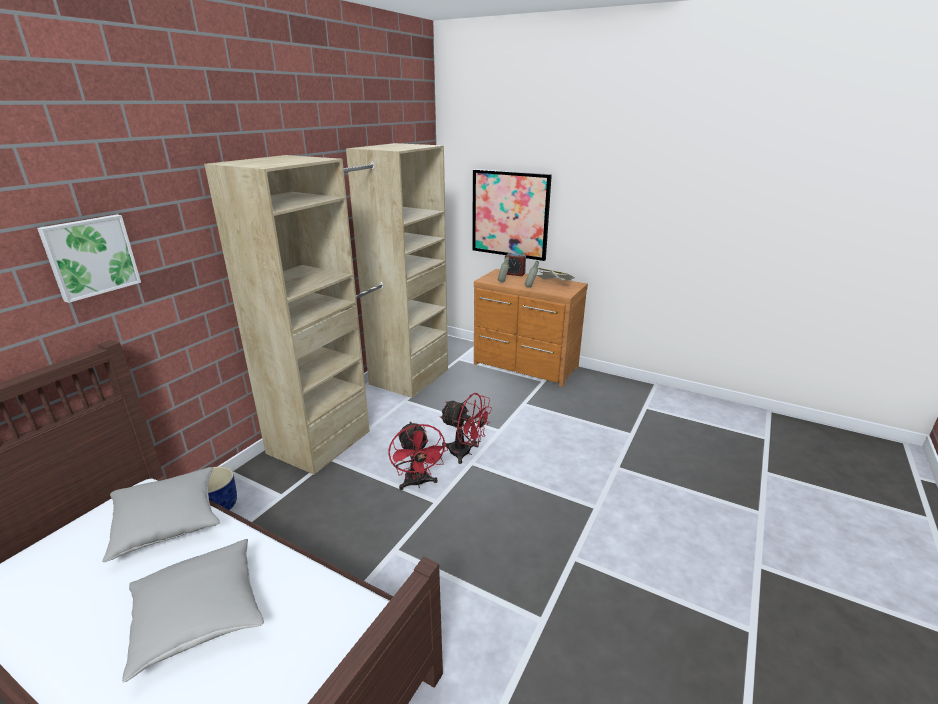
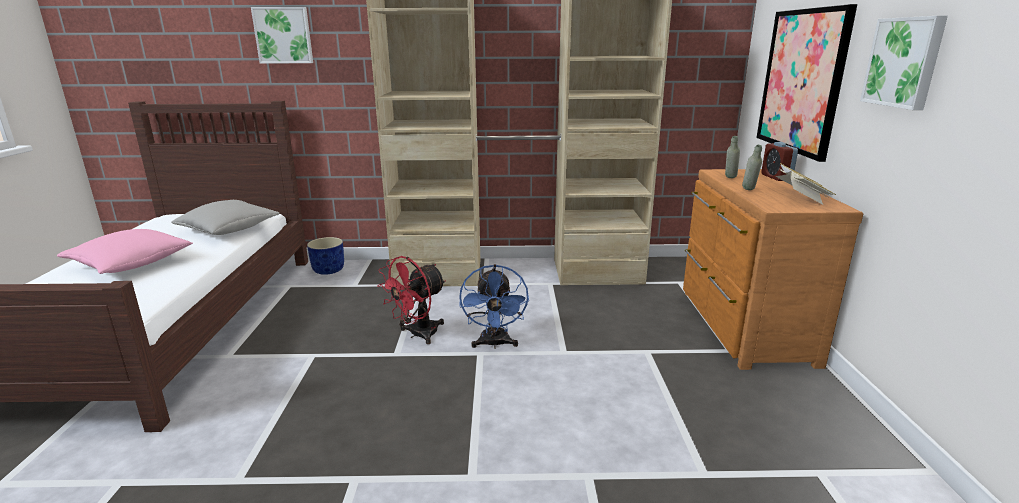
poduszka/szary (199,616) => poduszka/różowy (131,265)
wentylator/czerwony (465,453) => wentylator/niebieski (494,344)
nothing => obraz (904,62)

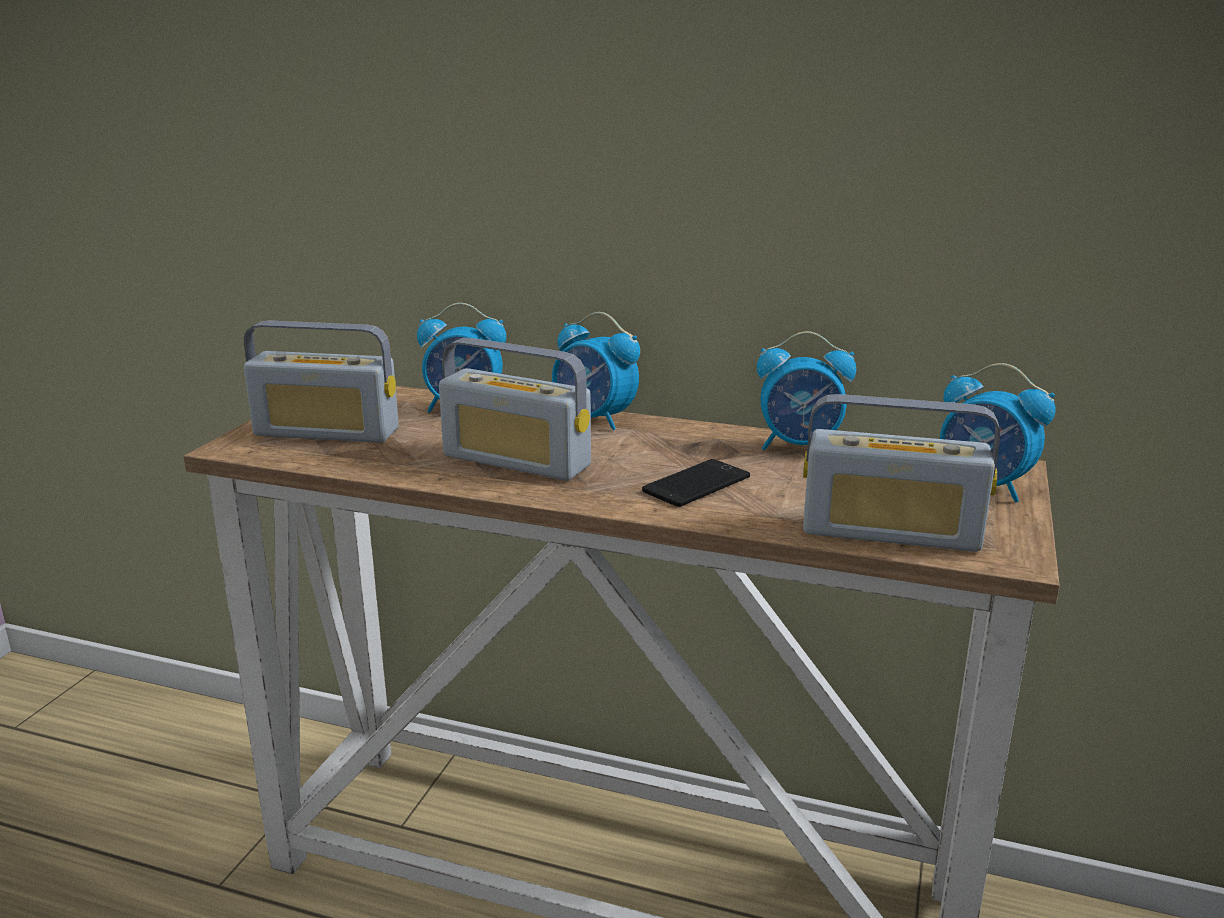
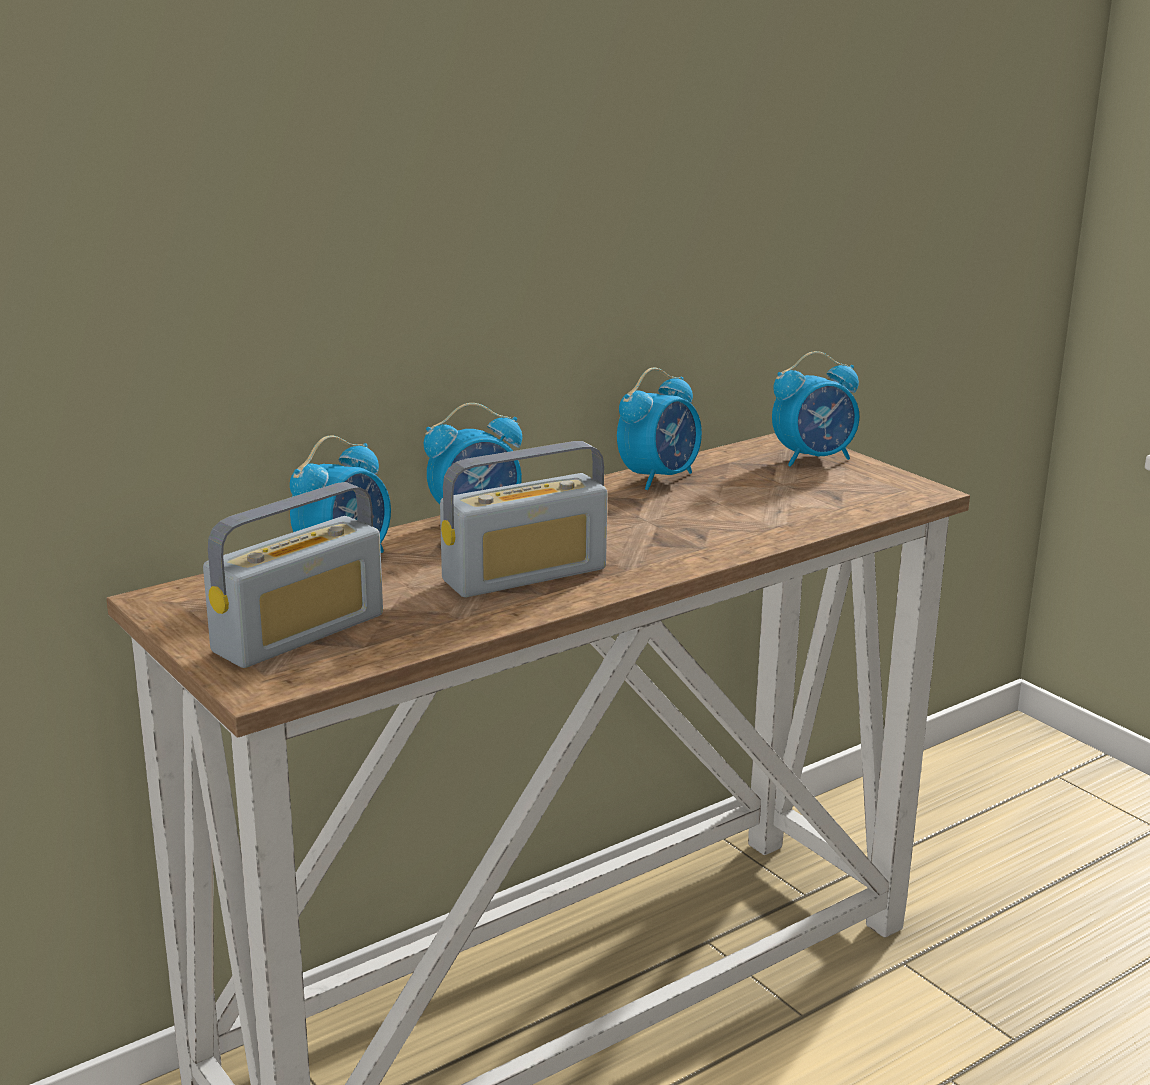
telefon (696,484) => nothing
radio (891,532) => nothing

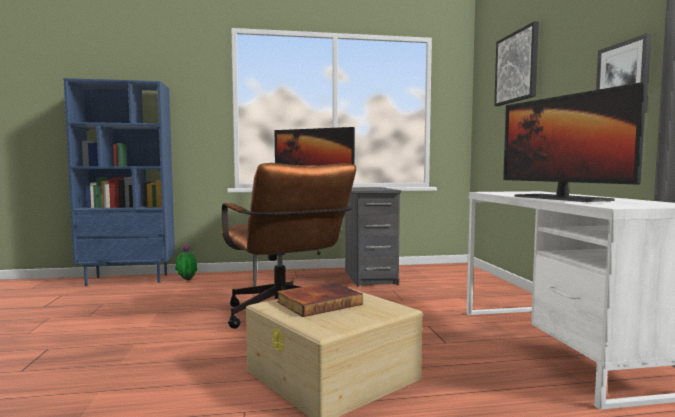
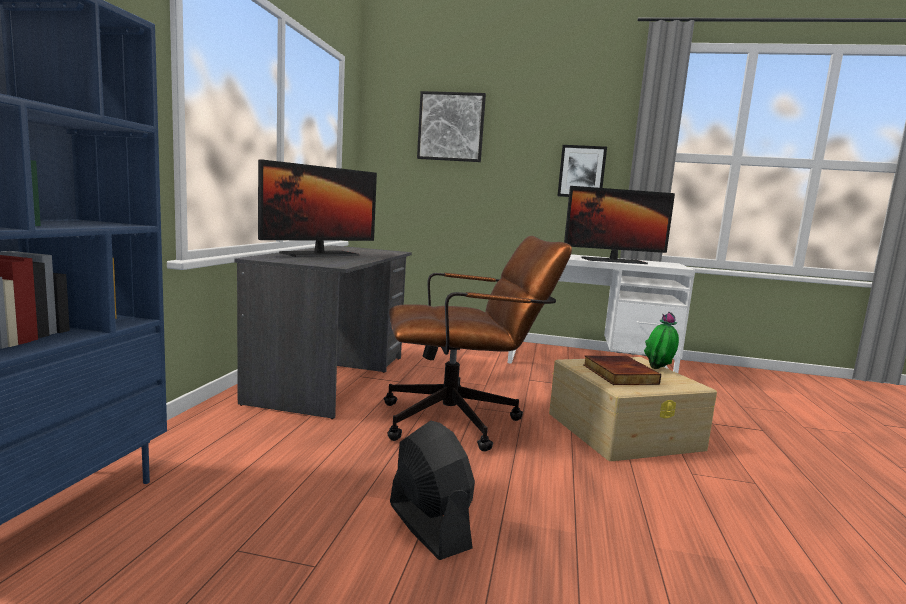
nothing => wentylator/czarny (428,525)
roślina doniczkowa (186,281) => roślina doniczkowa (658,369), relocated

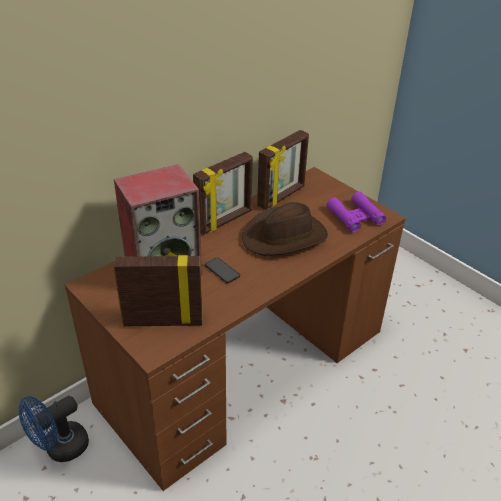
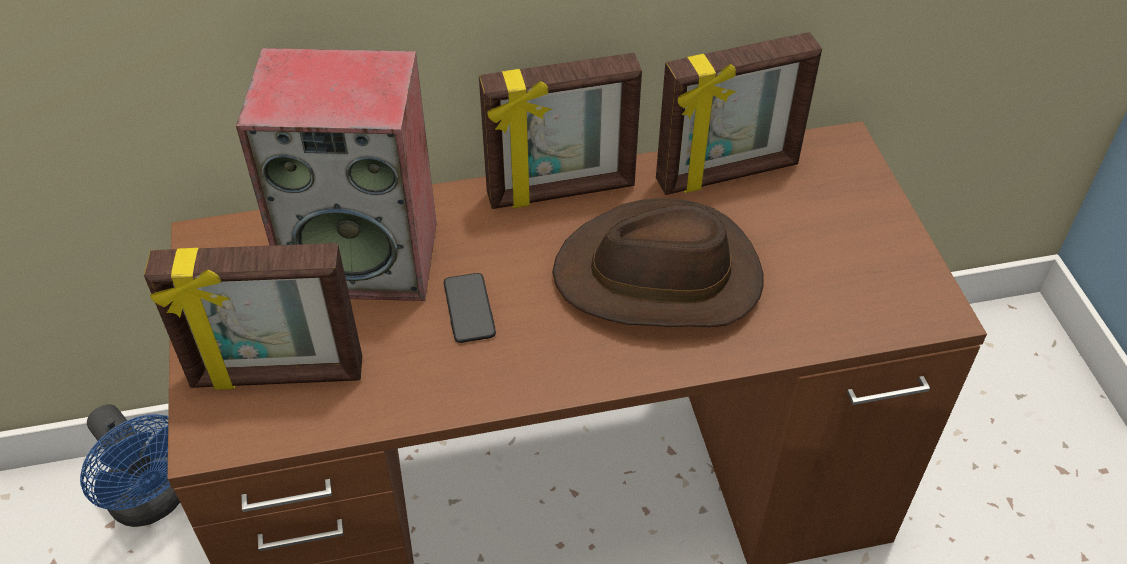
wentylator/niebieski (60,448) => wentylator/niebieski (154,502), 120 degrees counterclockwise
ramka na zdjęcie (163,320) => ramka na zdjęcie (277,376), 150 degrees clockwise
lornetka/fioletowy (355,217) => nothing

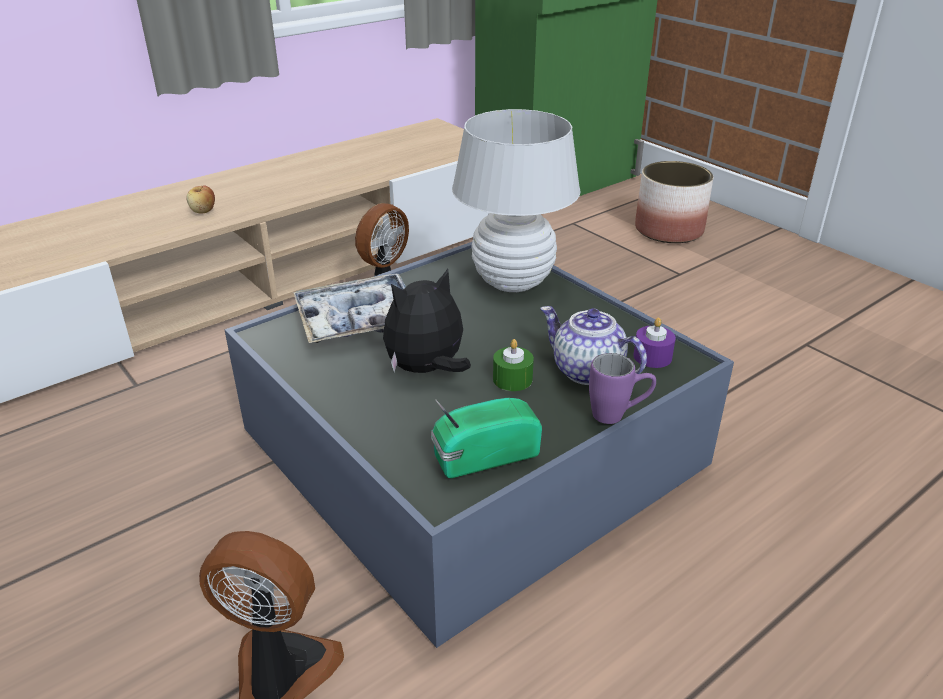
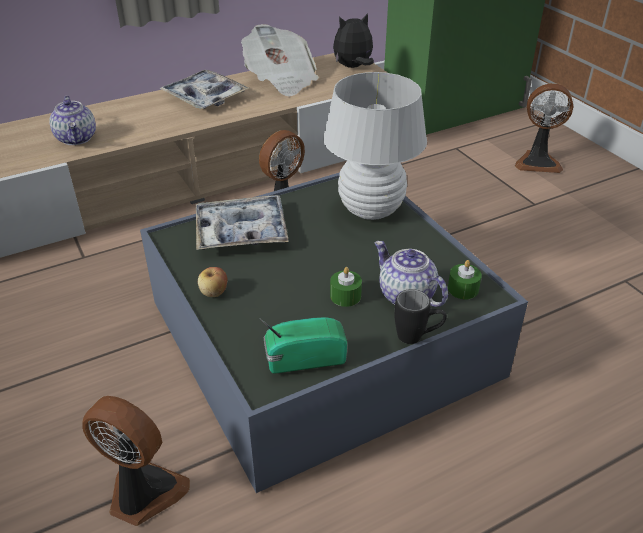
nothing => imbryk (77,138)
nothing => taca (205,97)
jabłko (203,211) => jabłko (214,292), relocated
nothing => gazeta (280,80)
pluszak (427,370) => pluszak (353,67), relocated
kubek/fioletowy (618,415) => kubek/czarny (417,337)
świeca/fioletowy (652,356) => świeca/zielony (463,289)
donica (669,230) => wentylator (537,162)

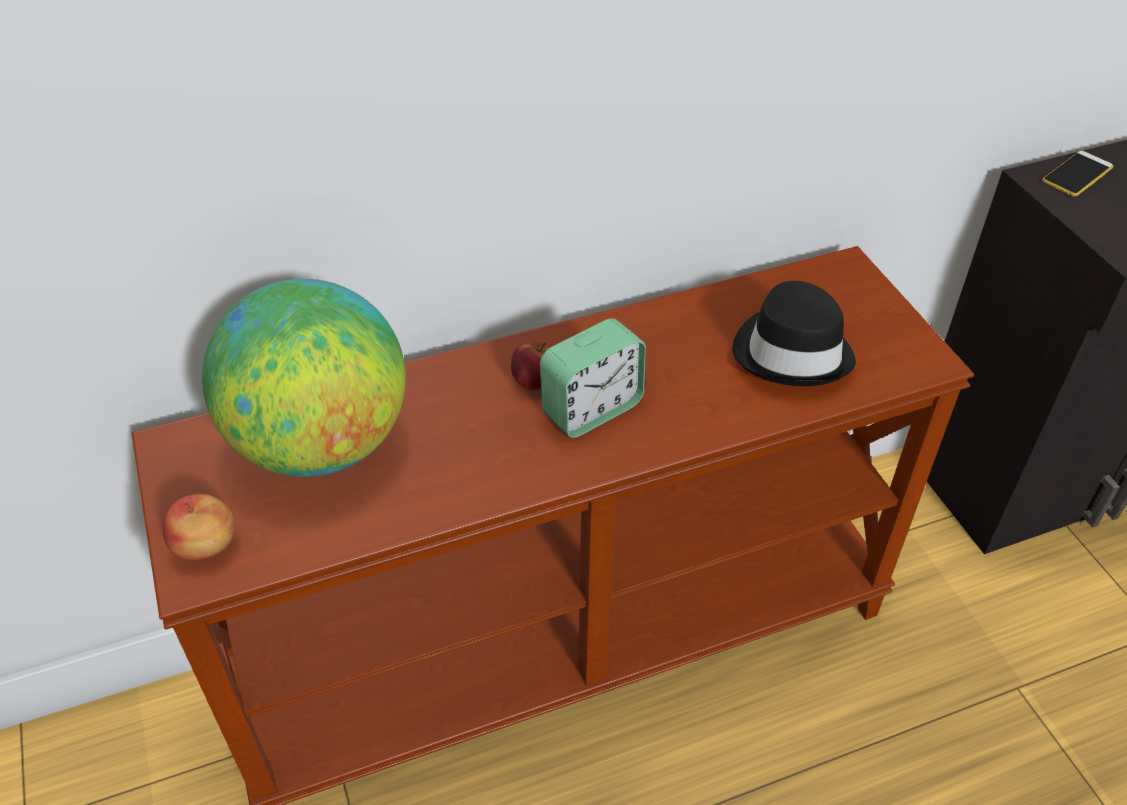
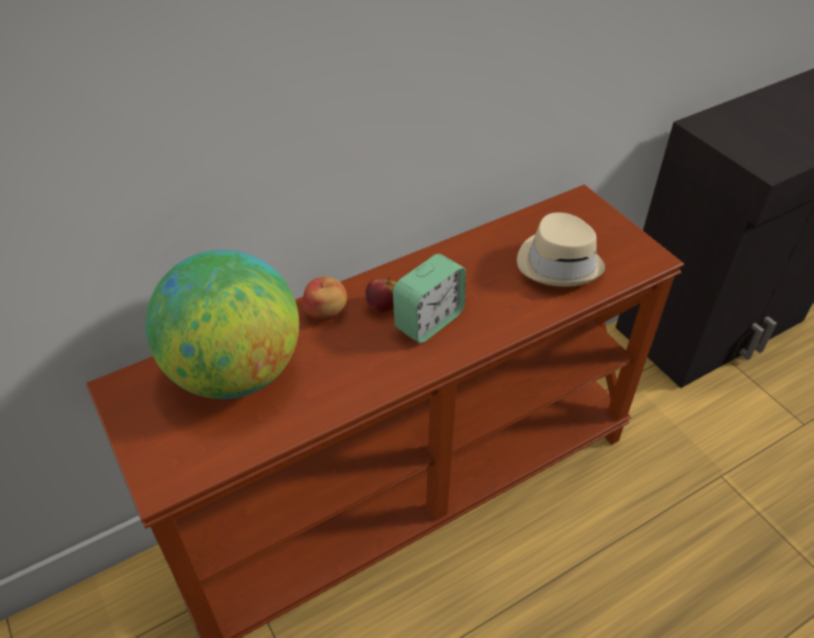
jabłko (207,547) => jabłko (326,313), relocated
kapelusz/czarny (793,352) => kapelusz/beżowy (559,263)
telefon (1077,174) => nothing

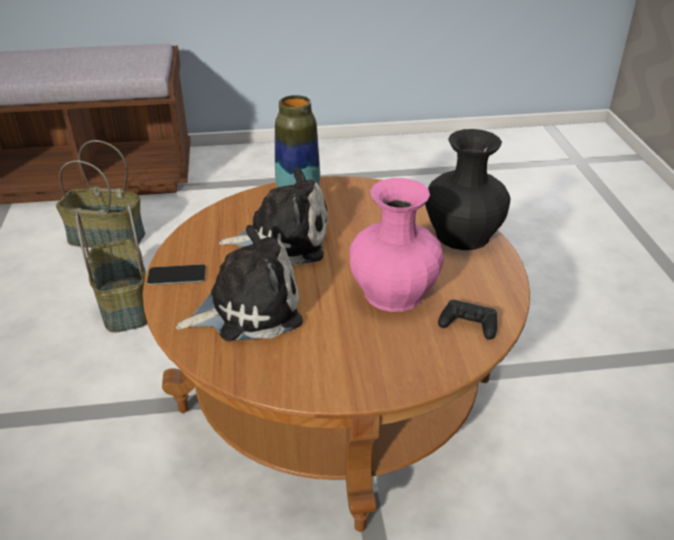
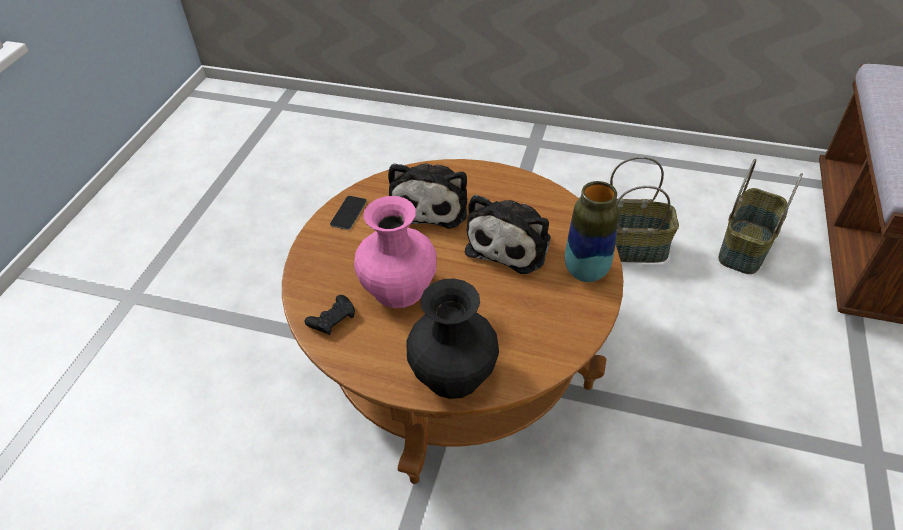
telefon (177,275) => telefon (348,213), relocated

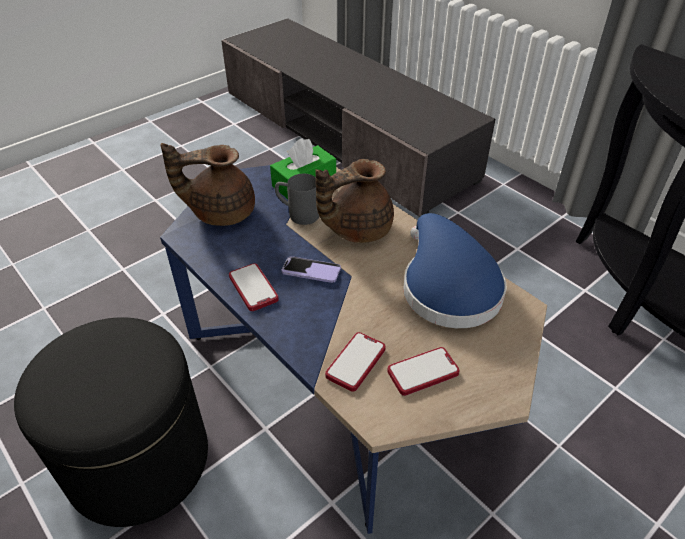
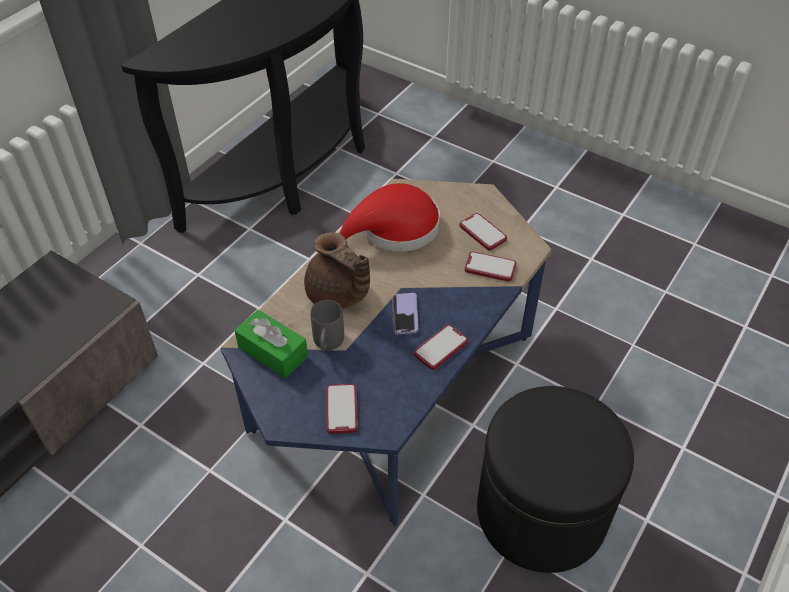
imbryk/brązowy (221,211) => telefon (341,409)
kapelusz/niebieski (447,287) => kapelusz/czerwony (393,229)

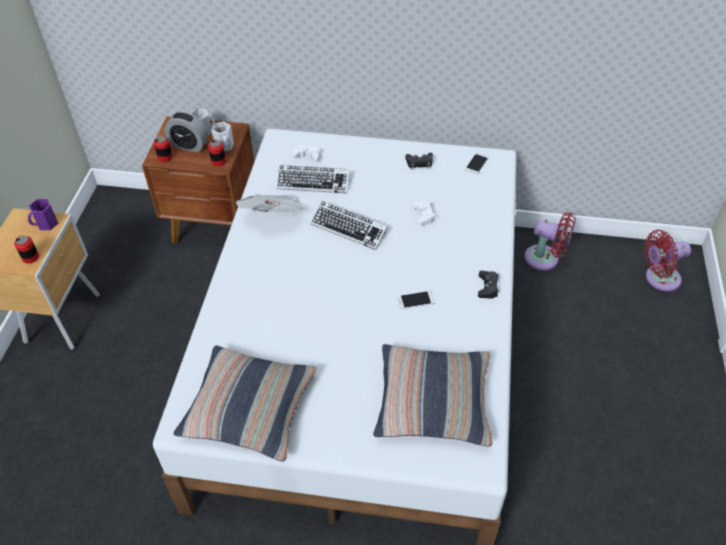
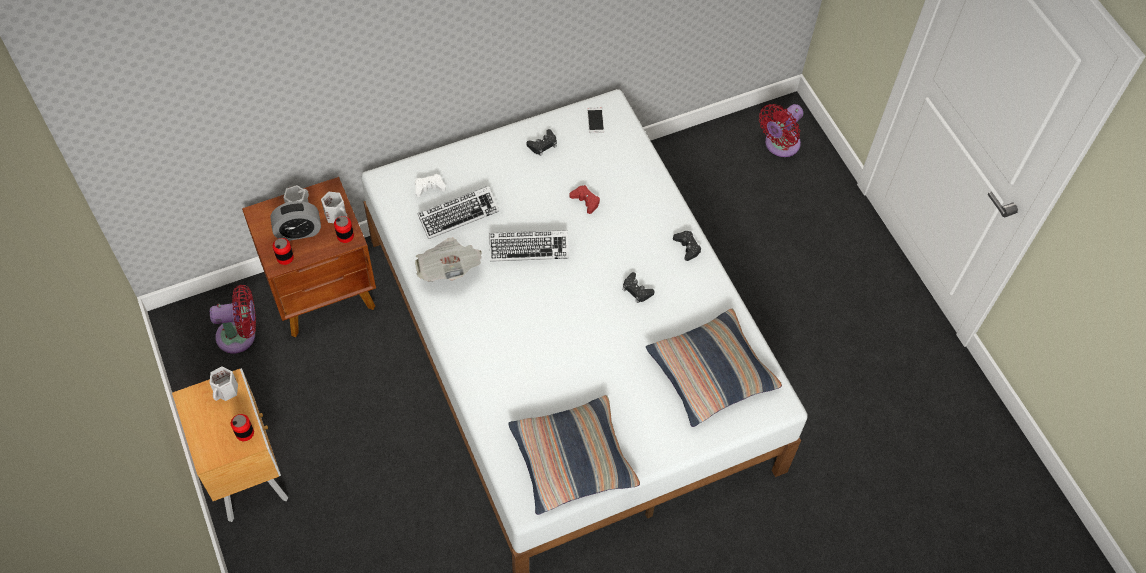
kubek/fioletowy (46,224) => kubek/biały (226,391)
wentylator/czerwony (545,259) => wentylator/czerwony (240,335), relocated
pad do gier/biały (423,215) => pad do gier/czerwony (585,201)
telefon (415,300) => pad do gier/czarny (636,290)

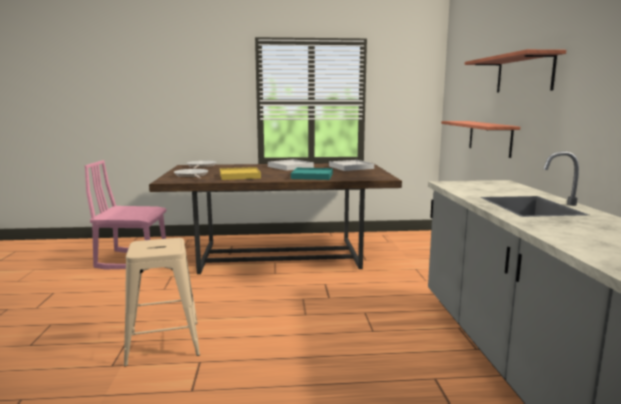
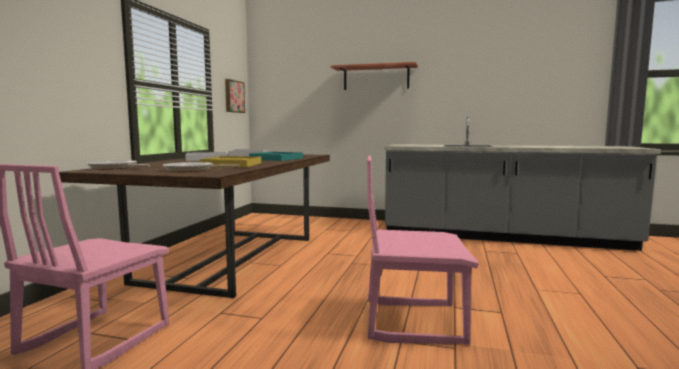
nothing => obraz (233,96)
stołek/beżowy (163,343) => krzesło/różowy (413,321)
półka (489,138) => nothing

